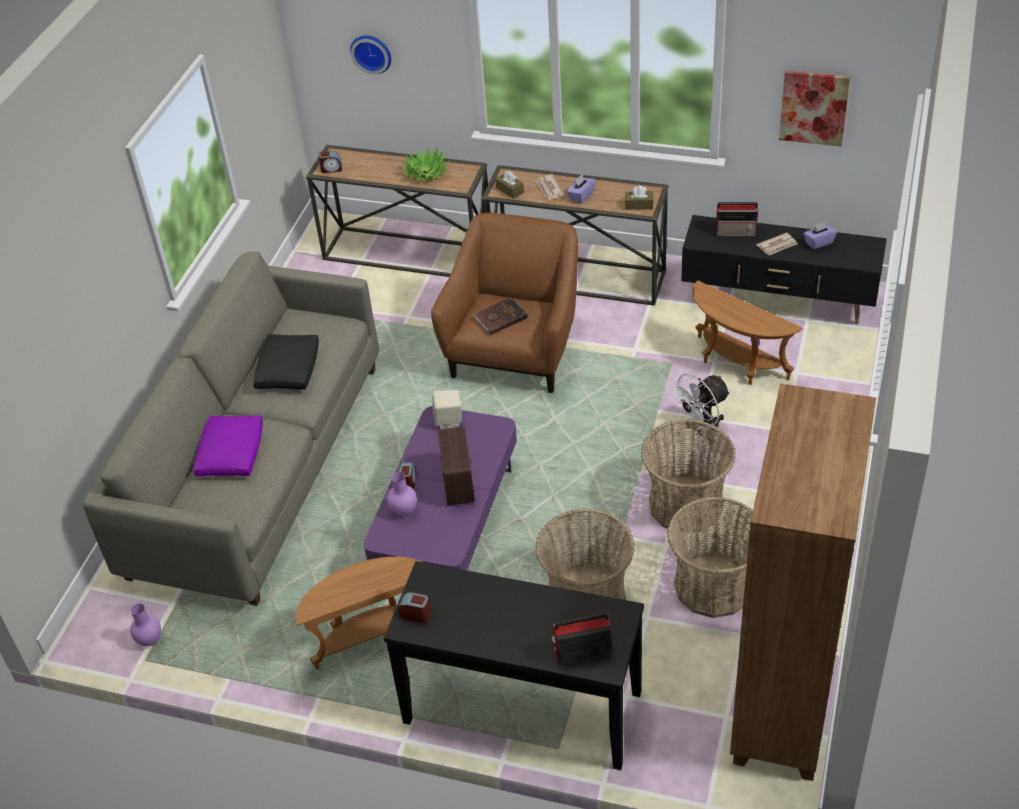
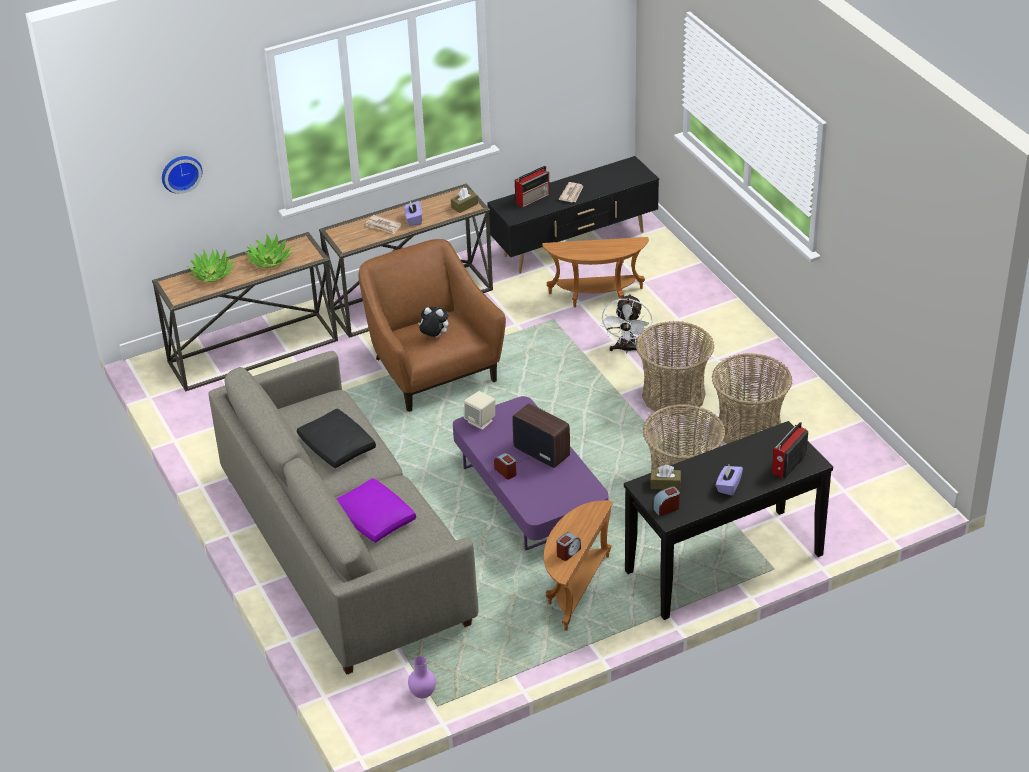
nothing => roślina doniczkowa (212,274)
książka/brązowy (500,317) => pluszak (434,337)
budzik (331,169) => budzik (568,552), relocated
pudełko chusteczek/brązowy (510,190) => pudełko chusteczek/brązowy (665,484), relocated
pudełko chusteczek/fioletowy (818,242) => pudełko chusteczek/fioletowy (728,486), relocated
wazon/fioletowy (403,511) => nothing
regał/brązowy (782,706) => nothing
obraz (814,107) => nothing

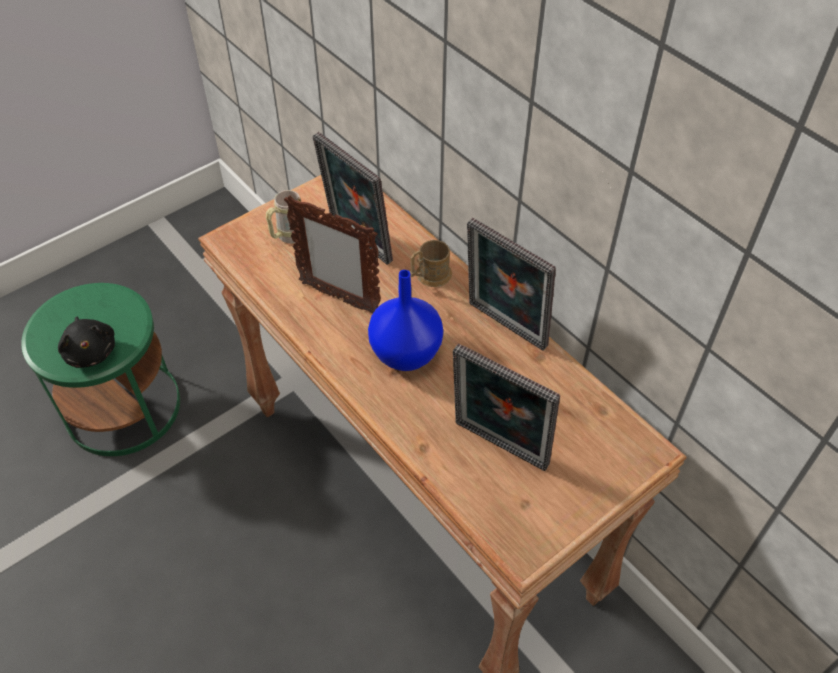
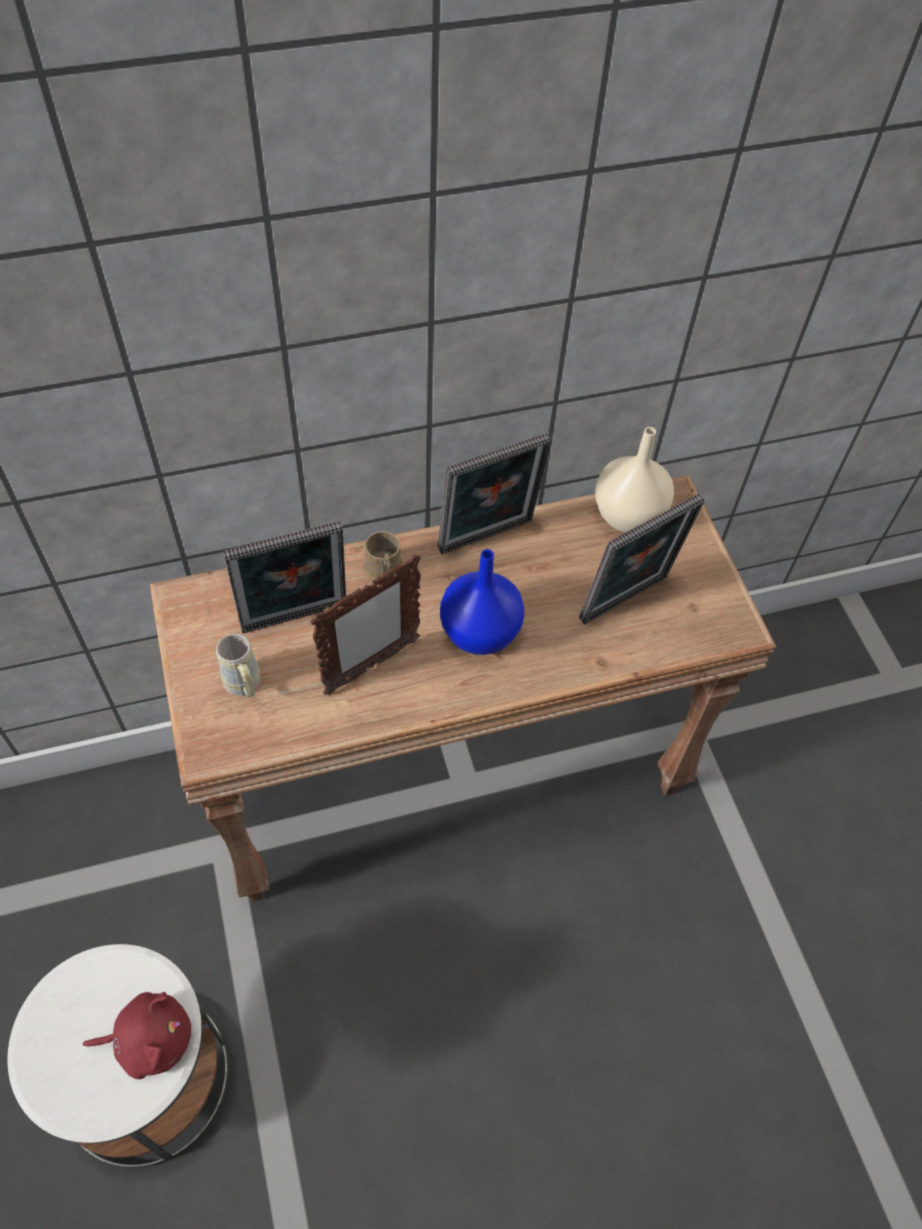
stolik/zielony (123,406) => stolik/biały (145,1078)
pluszak/czarny (91,351) => pluszak/czerwony (150,1039)
nothing => wazon/beżowy (626,516)

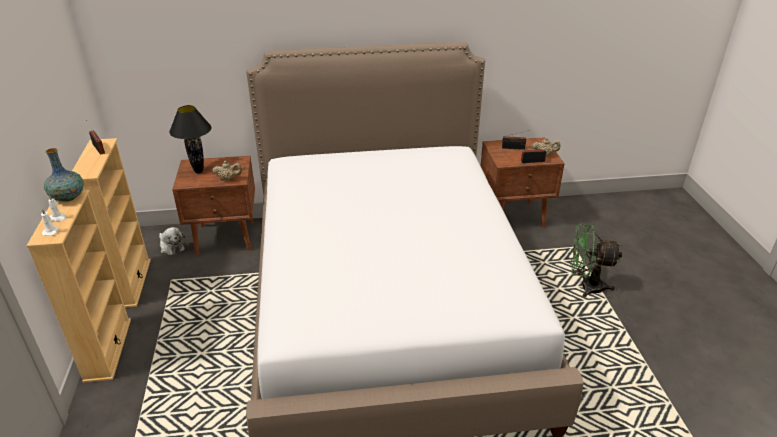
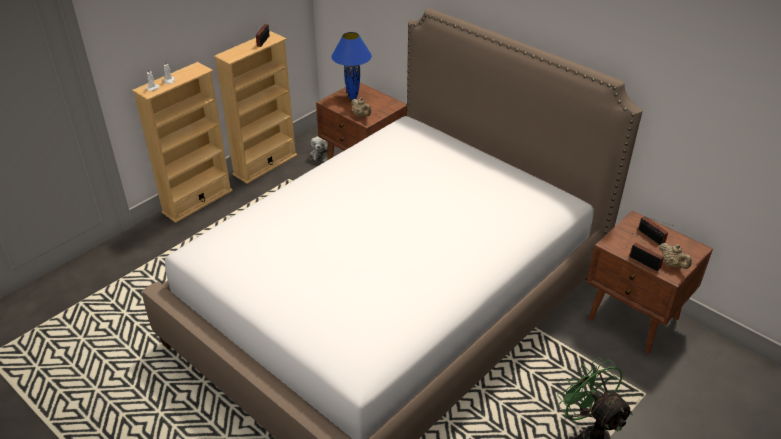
lampa stołowa/czarny (199,171) => lampa stołowa/niebieski (353,97)
wazon (68,197) => nothing

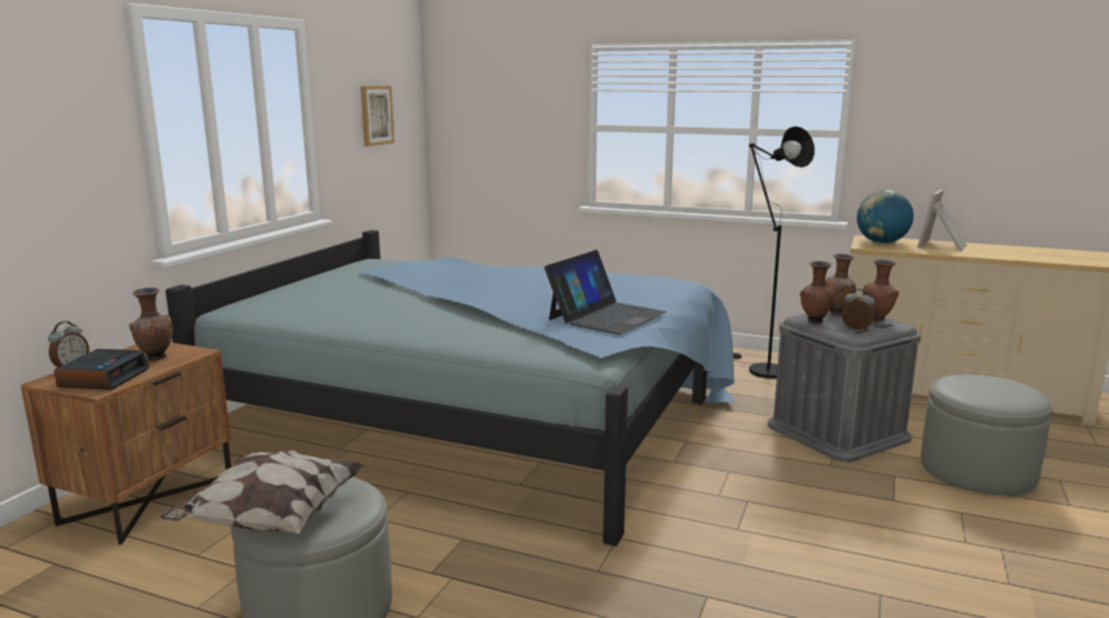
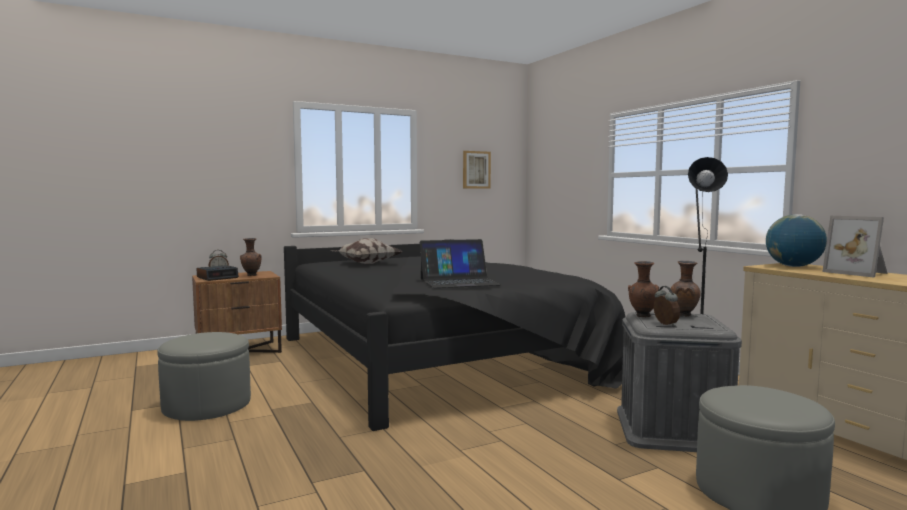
łóżko/niebieski (484,419) => łóżko/czarny (437,359)
poduszka (271,520) => poduszka (366,263), relocated
ramka na zdjęcie (943,246) => ramka na zdjęcie (858,273), 105 degrees counterclockwise
wazon/brązowy (877,320) => nothing

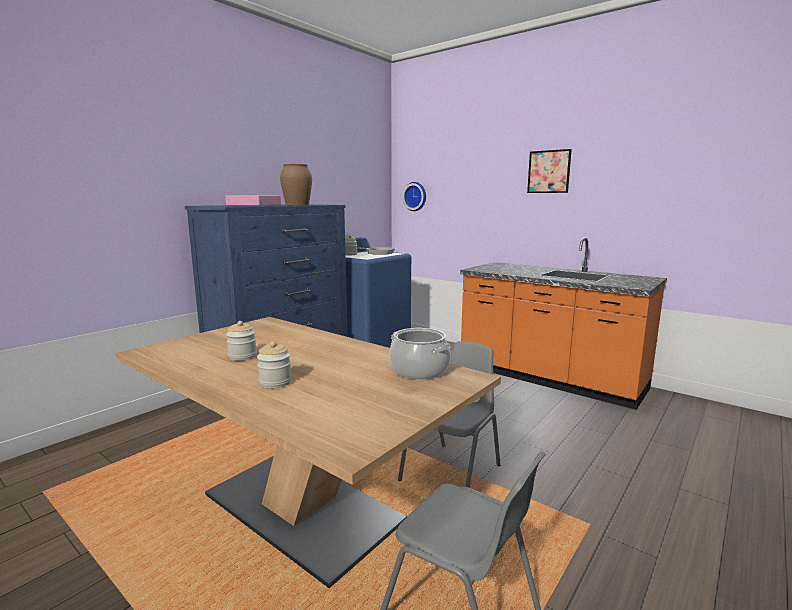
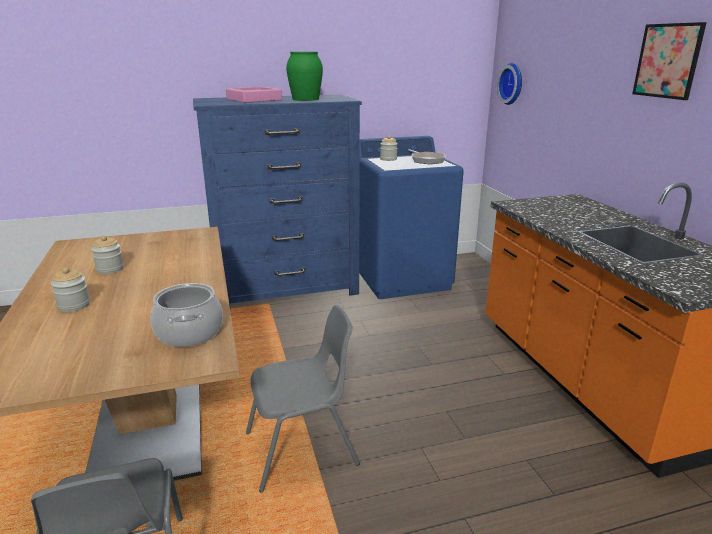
wazon/brązowy (297,204) => wazon/zielony (305,99)

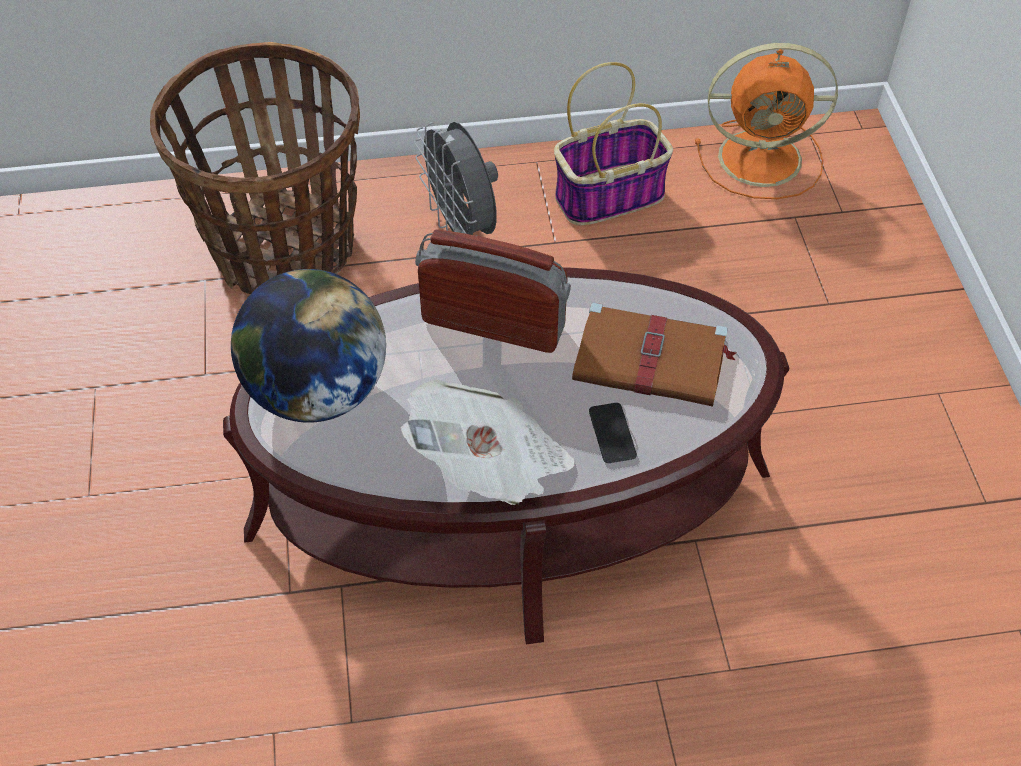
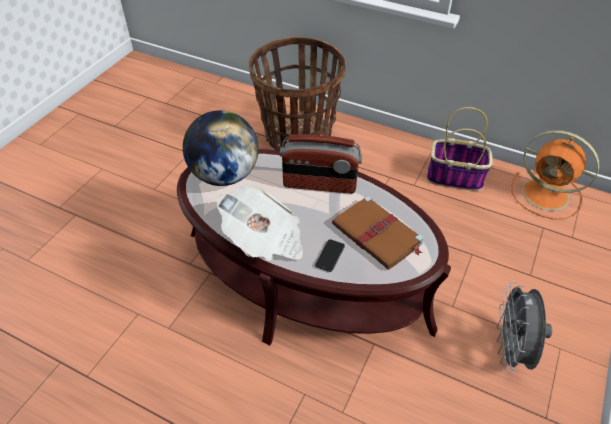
radio (493,324) => radio (319,185), 135 degrees clockwise
wentylator/szary (462,229) => wentylator/szary (510,350), relocated

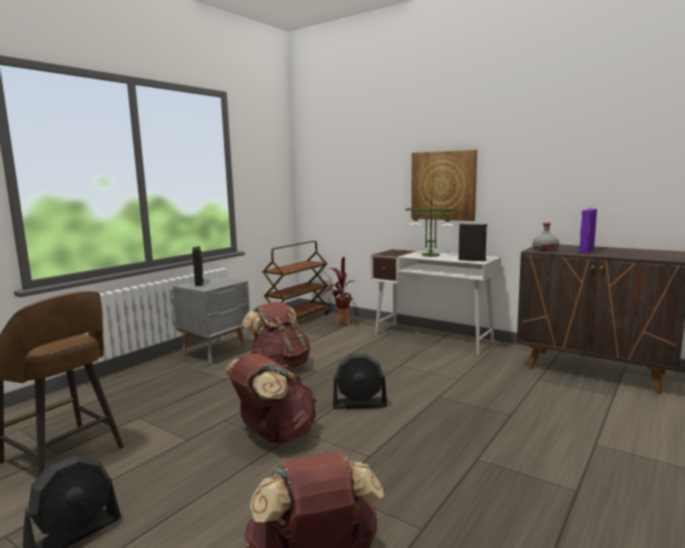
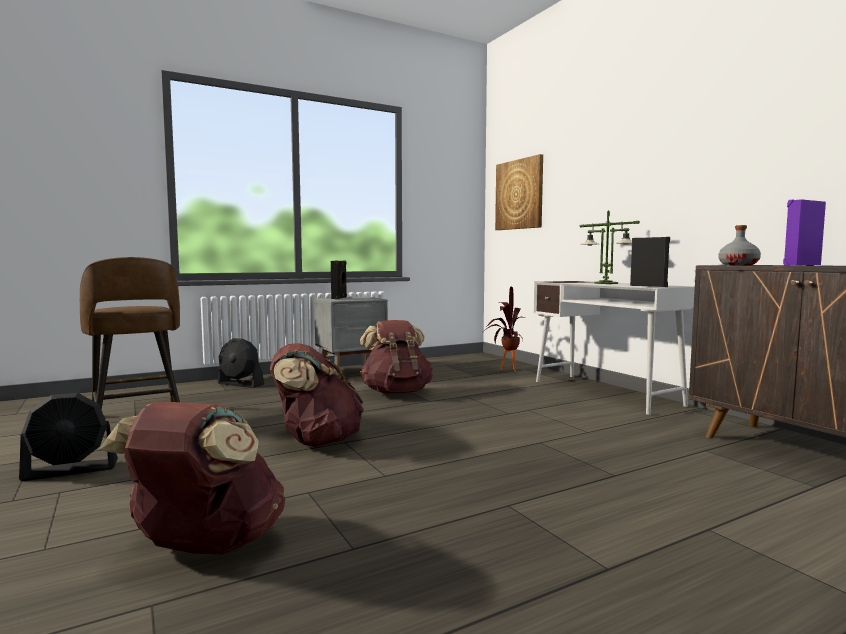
wentylator/czarny (359,404) => wentylator/czarny (240,384), relocated
obraz (443,185) => obraz (519,194), relocated
wózek/brązowy (297,320) => nothing

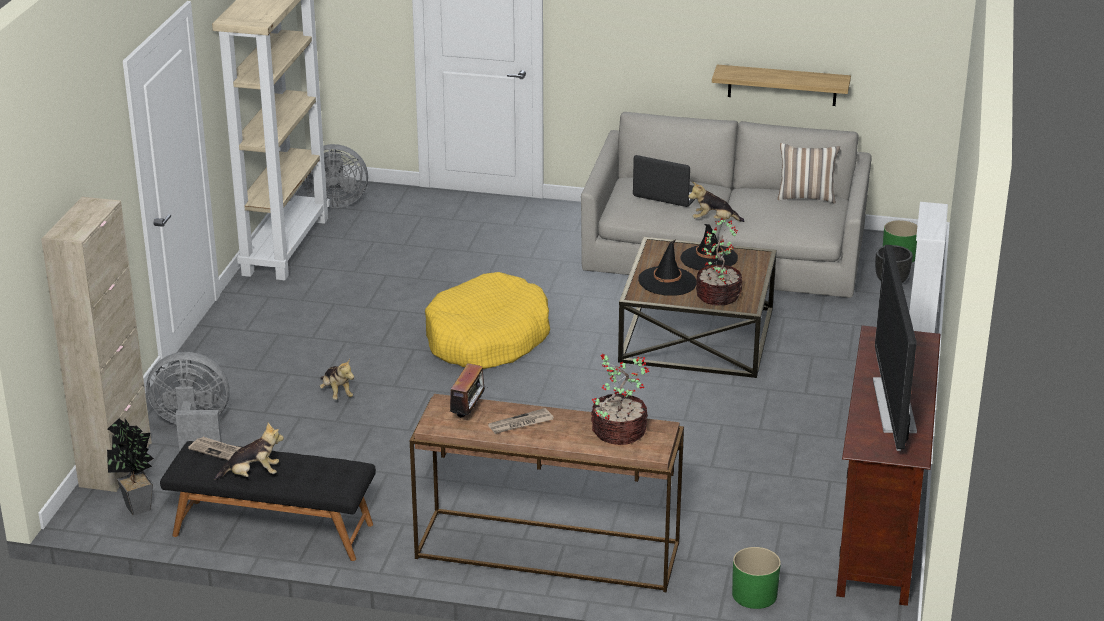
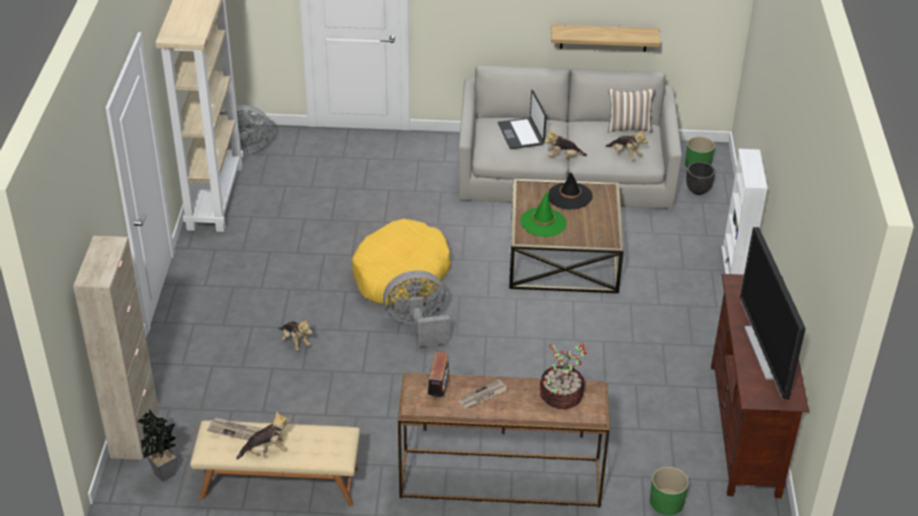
ławka/czarny (272,530) => ławka/beżowy (279,483)
wentylator/szary (193,430) => wentylator/szary (418,326), relocated
laptop (667,194) => laptop (521,134), 120 degrees counterclockwise
kapelusz/czarny (667,282) => kapelusz/zielony (543,222)
nothing => pluszak (625,155)
roślina doniczkowa (718,295) => nothing

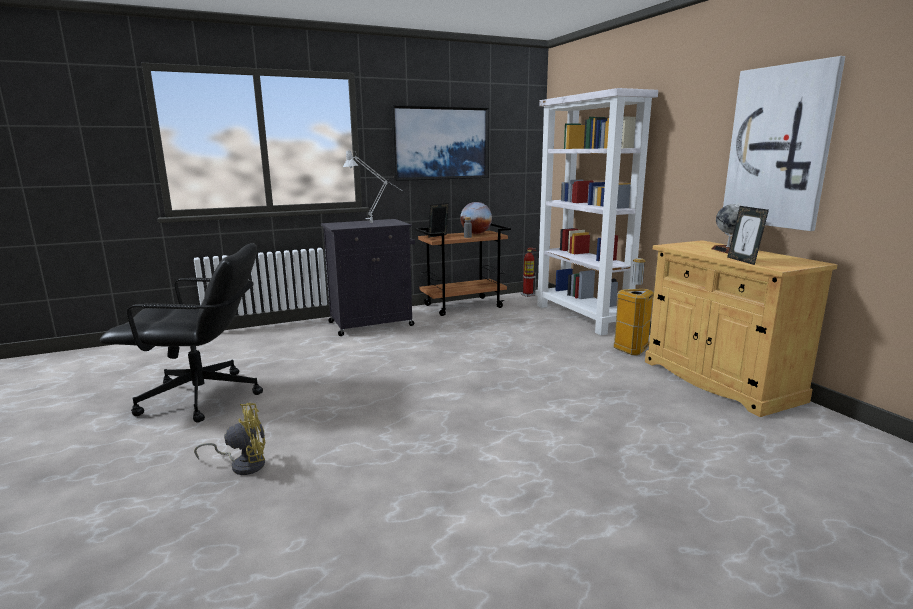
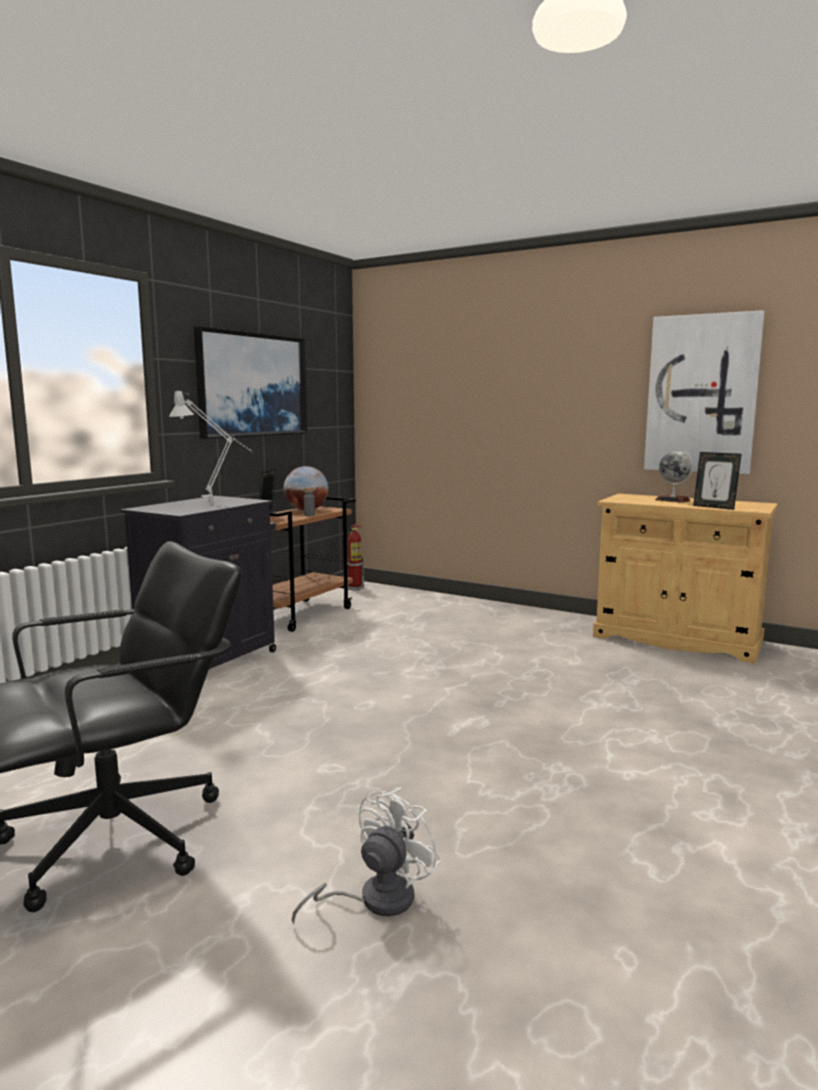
wentylator/żółty (243,464) => wentylator/biały (375,900)
regał/biały (582,317) => nothing
kosz na śmieci (632,349) => nothing

